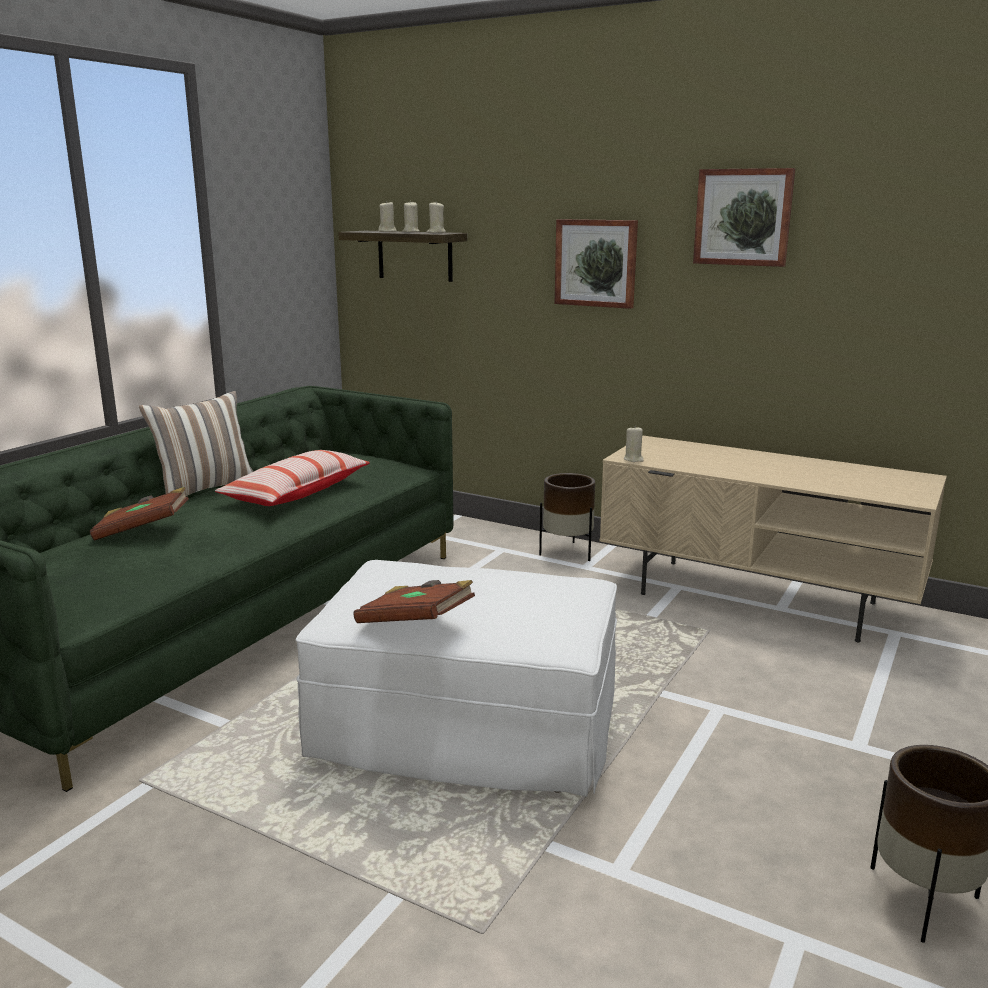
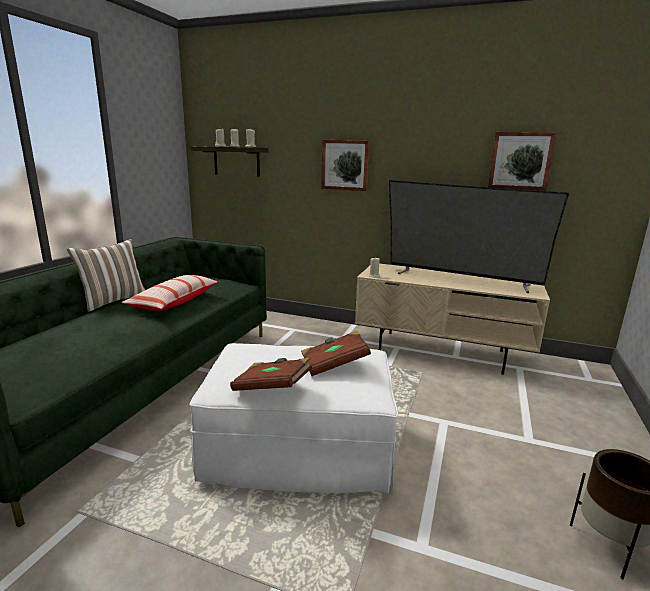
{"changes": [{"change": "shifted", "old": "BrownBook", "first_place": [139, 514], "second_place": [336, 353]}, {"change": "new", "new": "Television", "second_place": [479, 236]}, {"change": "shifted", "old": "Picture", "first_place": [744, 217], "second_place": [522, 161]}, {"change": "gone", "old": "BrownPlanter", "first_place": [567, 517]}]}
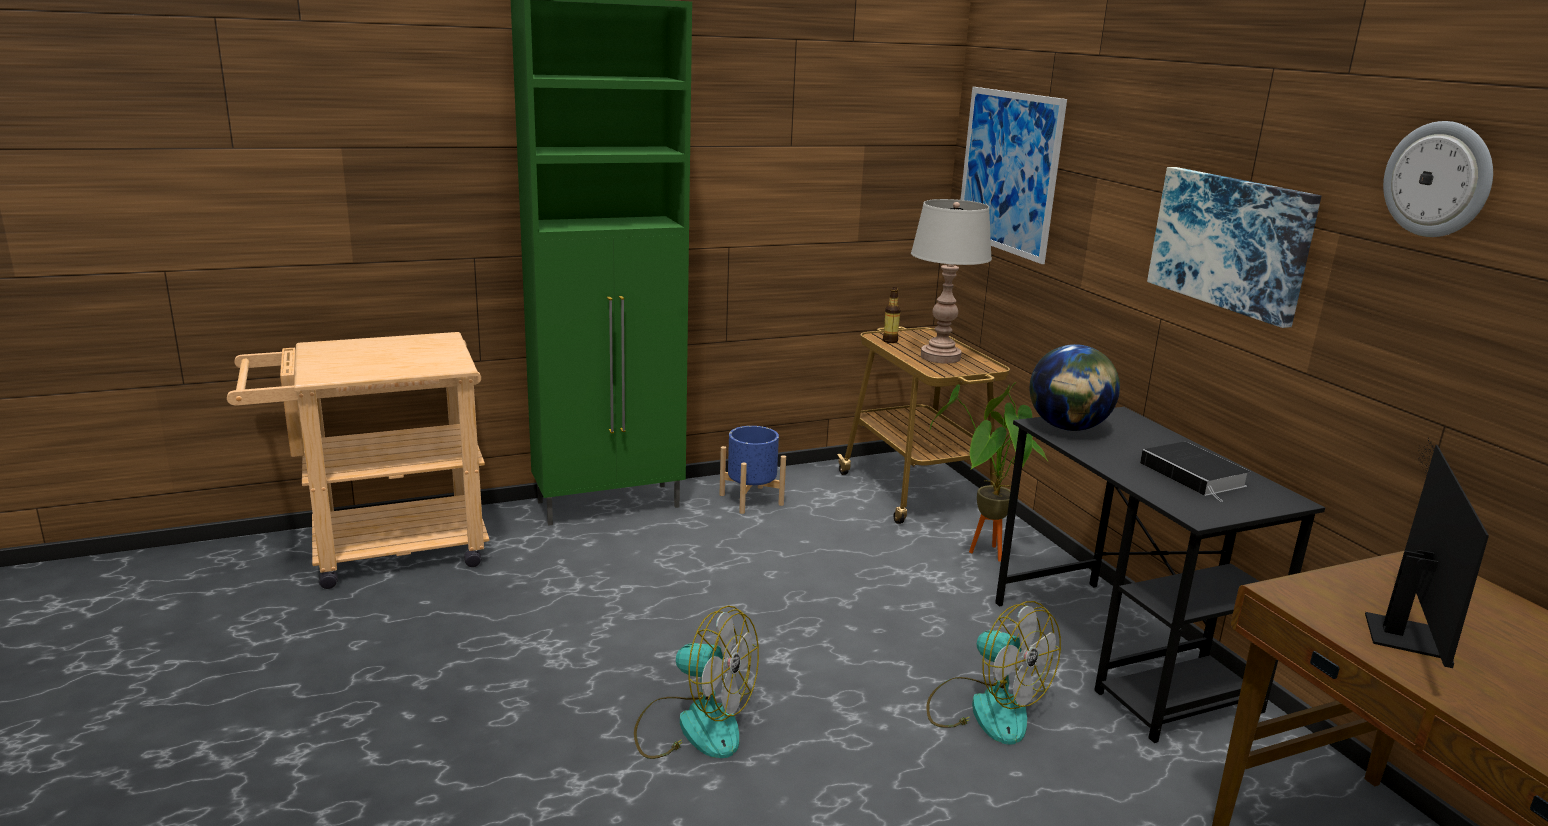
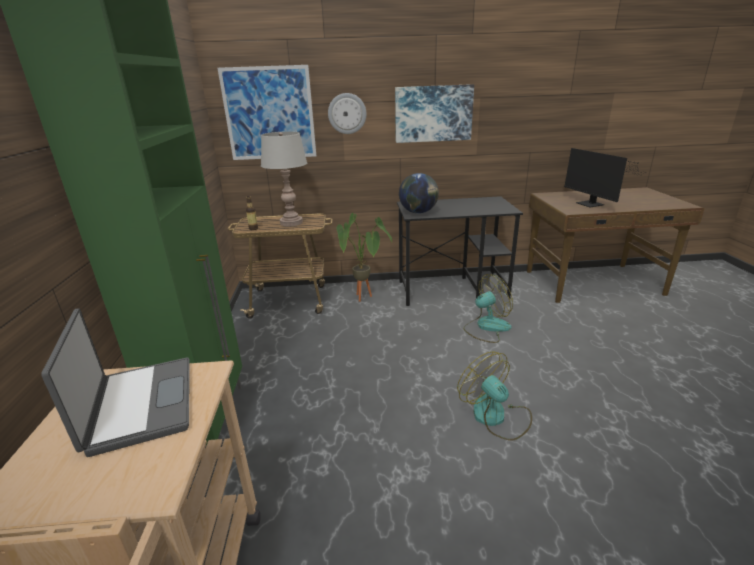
{"changes": [{"change": "new", "new": "Laptop", "second_place": [115, 382]}, {"change": "shifted", "old": "WallClock", "first_place": [1438, 179], "second_place": [347, 113]}, {"change": "rotated", "old": "Fan", "first_place": [696, 682], "second_place": [494, 396], "degrees": -75}, {"change": "rotated", "old": "Monitor", "first_place": [1427, 552], "second_place": [603, 177], "degrees": -150}, {"change": "gone", "old": "BluePlanter", "first_place": [752, 470]}, {"change": "gone", "old": "Book", "first_place": [1195, 472]}]}
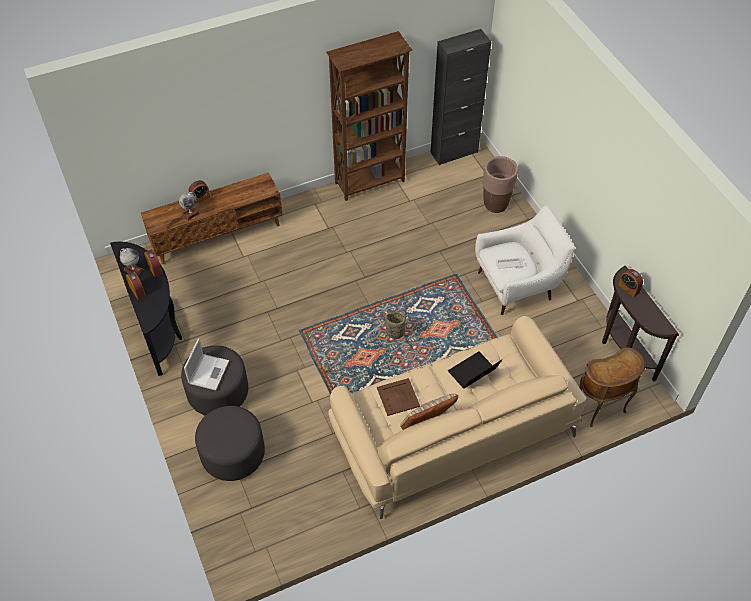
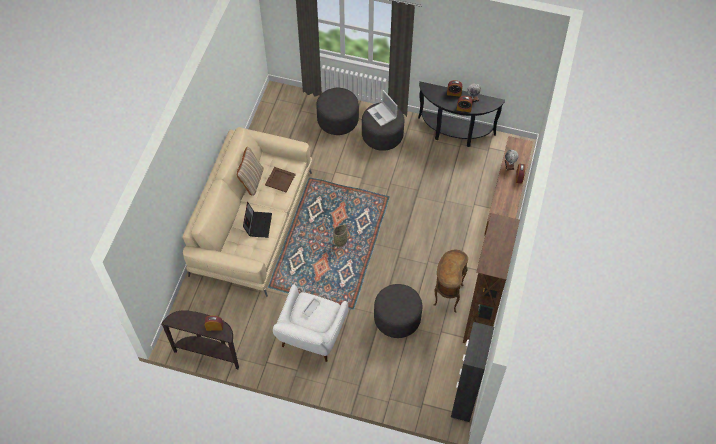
{"changes": [{"change": "new", "new": "GreyOttoman", "second_place": [398, 311]}, {"change": "shifted", "old": "BrownSideTable", "first_place": [612, 387], "second_place": [451, 281]}, {"change": "gone", "old": "BrownPlanter", "first_place": [500, 184]}]}
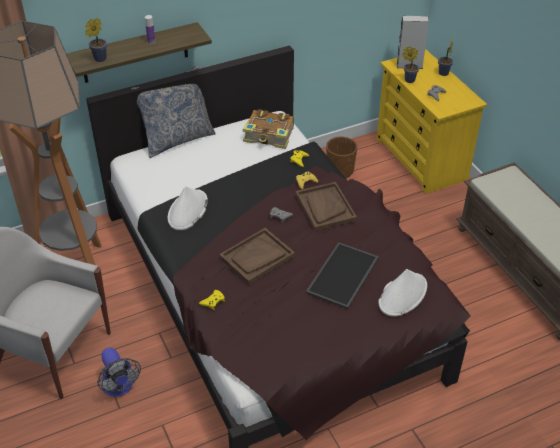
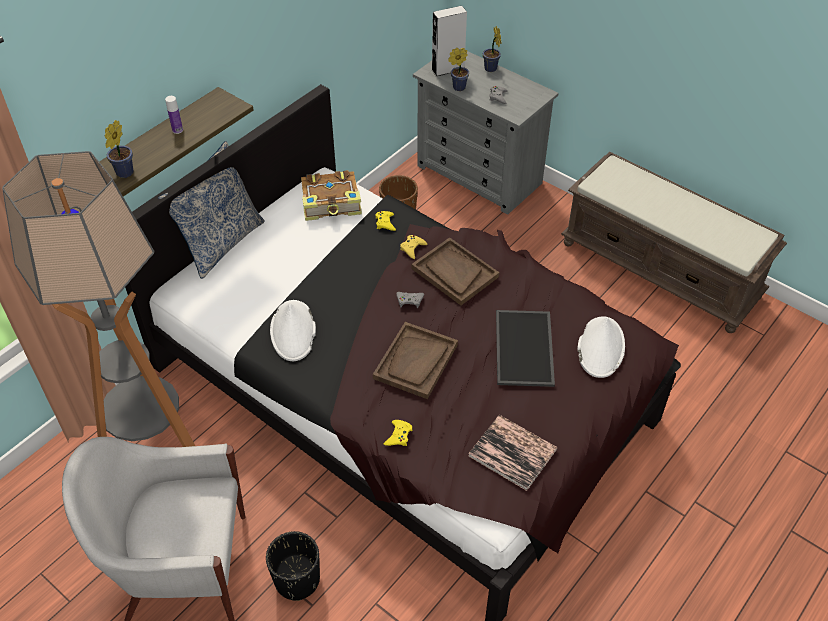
{"changes": [{"change": "swapped", "old": "Fan", "new": "BlackPlanter", "first_place": [119, 372], "second_place": [293, 566]}, {"change": "repainted", "old": "YellowDresser", "new": "GreyDresser", "first_place": [432, 122], "second_place": [486, 133]}, {"change": "new", "new": "Book", "second_place": [512, 453]}]}
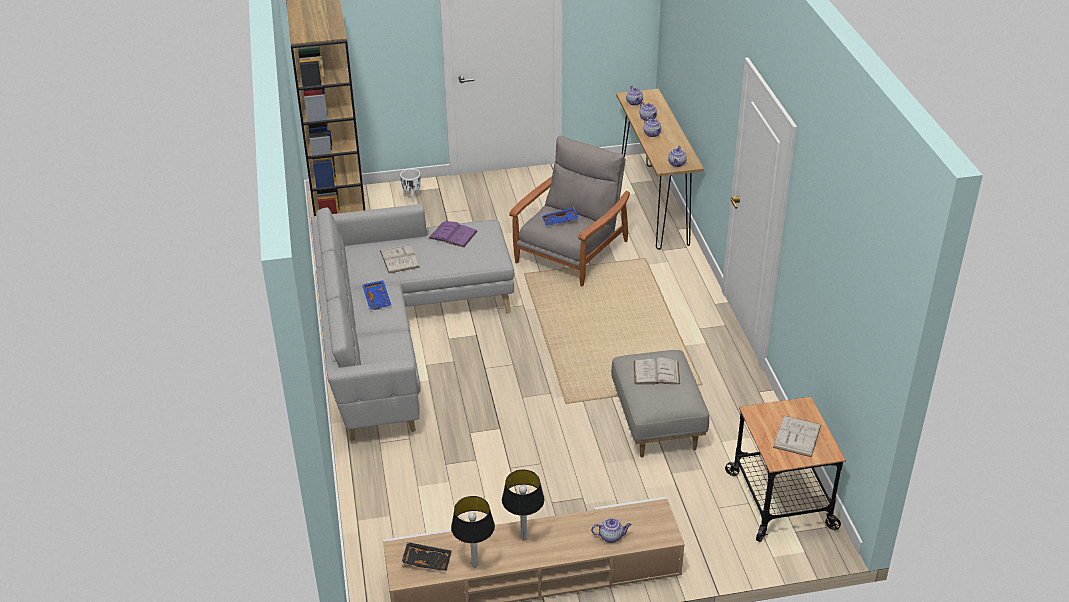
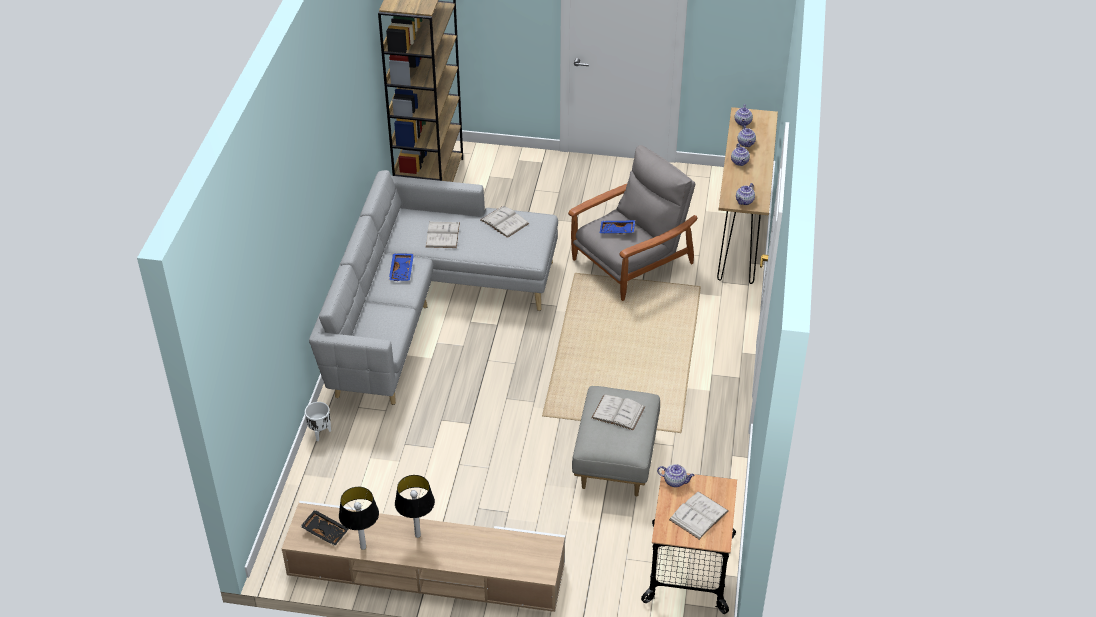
{"changes": [{"change": "shifted", "old": "WhitePlanter", "first_place": [410, 185], "second_place": [318, 421]}, {"change": "repainted", "old": "PurpleBook", "new": "WhiteBook", "first_place": [453, 234], "second_place": [505, 222]}, {"change": "shifted", "old": "Teapot", "first_place": [611, 530], "second_place": [675, 475]}]}
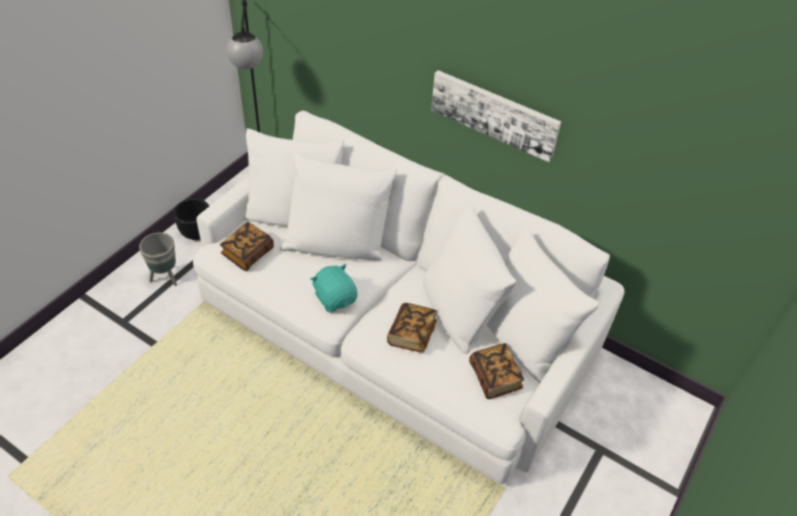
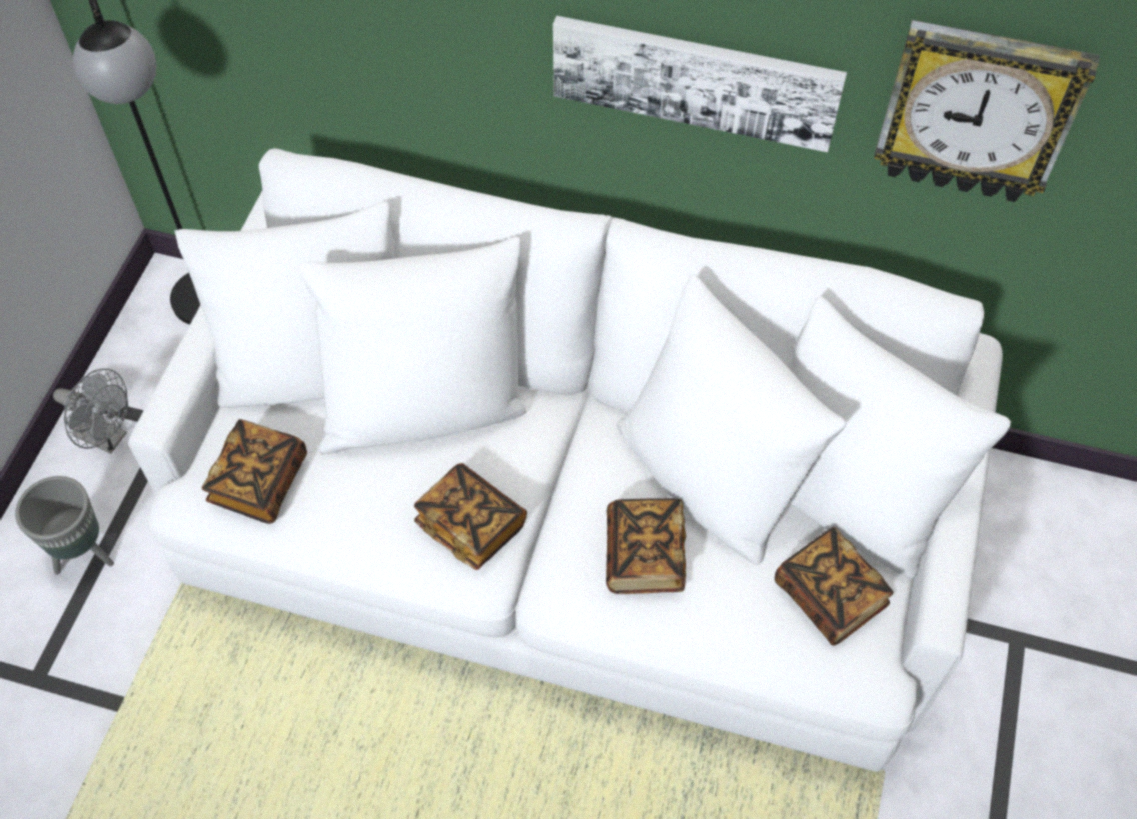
{"changes": [{"change": "swapped", "old": "BlackPlanter", "new": "GreyFan", "first_place": [191, 219], "second_place": [90, 411]}, {"change": "swapped", "old": "TurquoisePlushToy", "new": "Book", "first_place": [334, 288], "second_place": [470, 516]}, {"change": "new", "new": "WallClock", "second_place": [987, 111]}]}
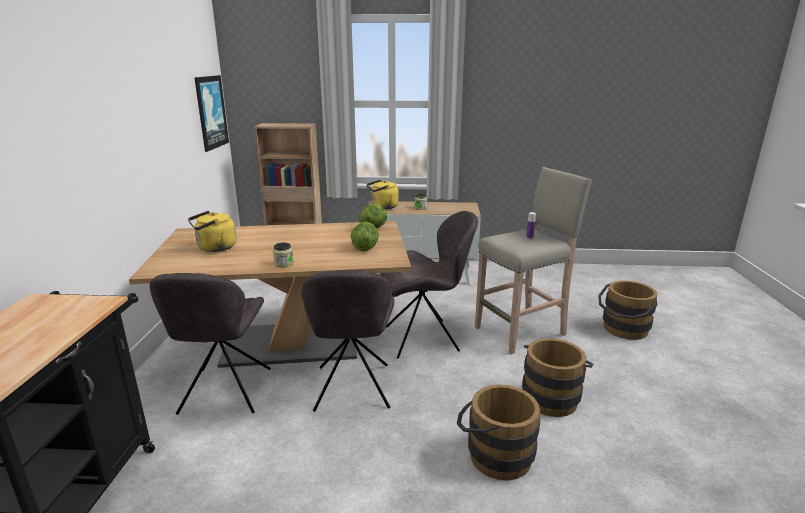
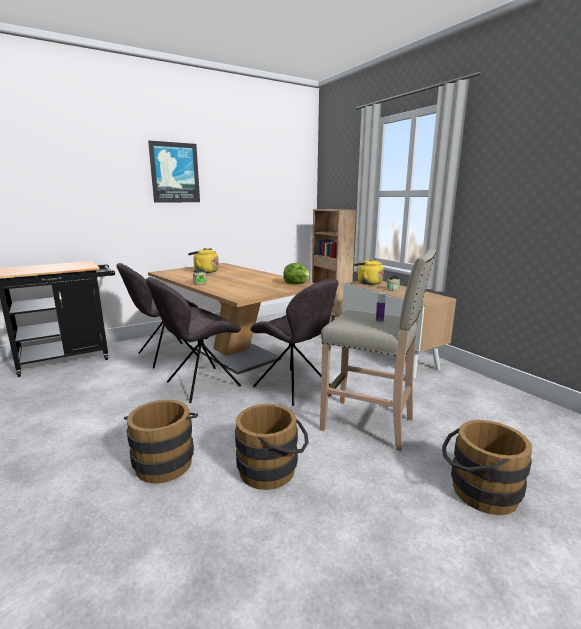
{"changes": [{"change": "shifted", "old": "Picture", "first_place": [211, 113], "second_place": [174, 171]}, {"change": "gone", "old": "Lettuce", "first_place": [365, 237]}]}
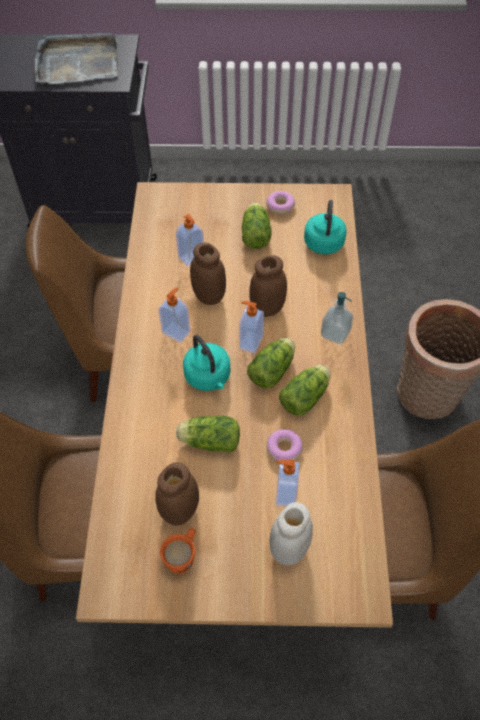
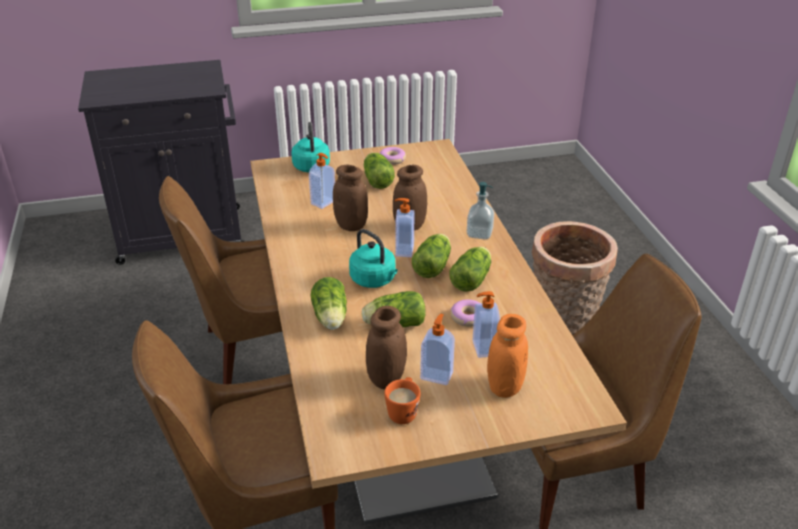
{"changes": [{"change": "shifted", "old": "TurquoiseKettle", "first_place": [325, 227], "second_place": [310, 147]}, {"change": "new", "new": "Lettuce", "second_place": [329, 303]}, {"change": "shifted", "old": "SoapDispenser", "first_place": [175, 315], "second_place": [437, 349]}, {"change": "repainted", "old": "WhiteJar", "new": "OrangeJar", "first_place": [291, 533], "second_place": [507, 356]}, {"change": "gone", "old": "GreyTray", "first_place": [76, 58]}]}
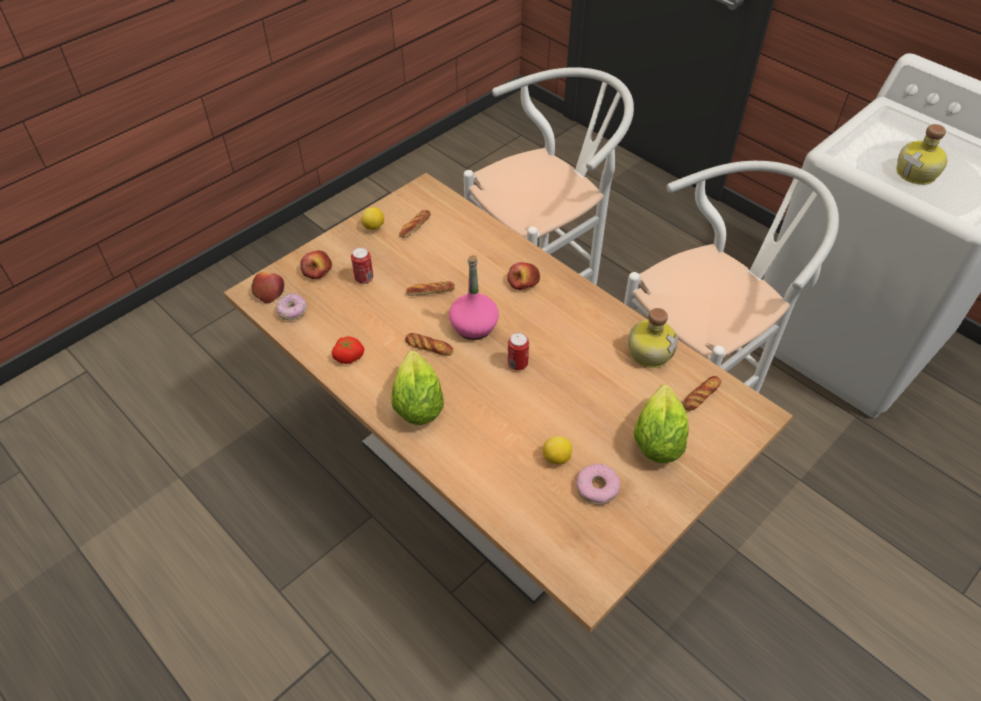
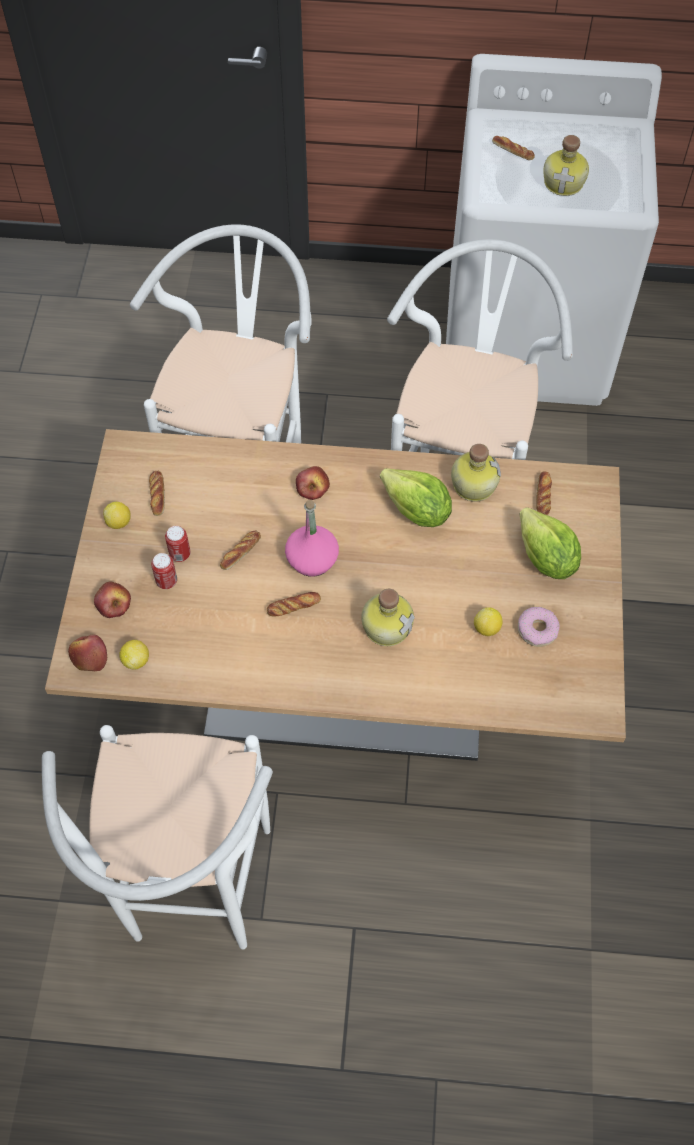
{"changes": [{"change": "new", "new": "WhiteStool", "second_place": [157, 837]}, {"change": "swapped", "old": "Donut", "new": "Lemon", "first_place": [291, 306], "second_place": [134, 654]}, {"change": "shifted", "old": "Can", "first_place": [518, 352], "second_place": [178, 544]}, {"change": "new", "new": "Bottle", "second_place": [388, 617]}, {"change": "shifted", "old": "Lettuce", "first_place": [417, 388], "second_place": [416, 497]}, {"change": "new", "new": "Bread", "second_place": [513, 148]}, {"change": "gone", "old": "Tomato", "first_place": [348, 350]}]}
